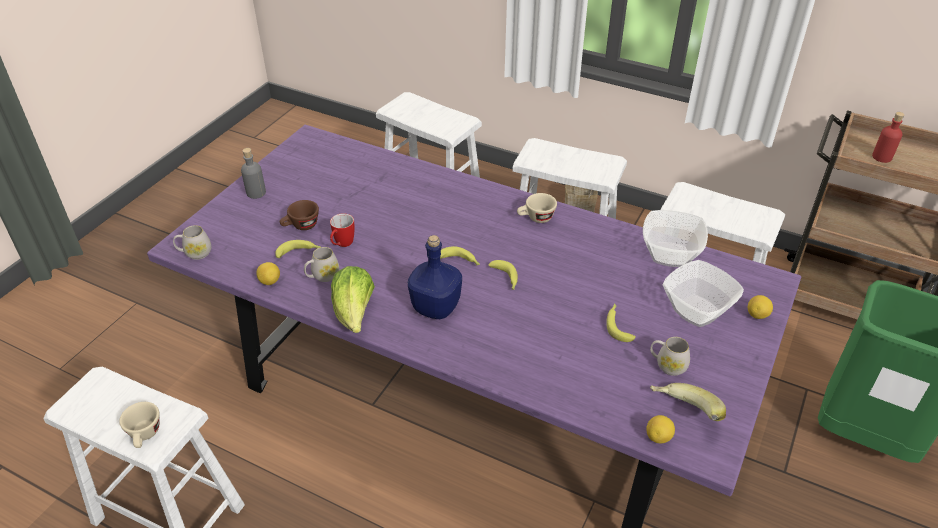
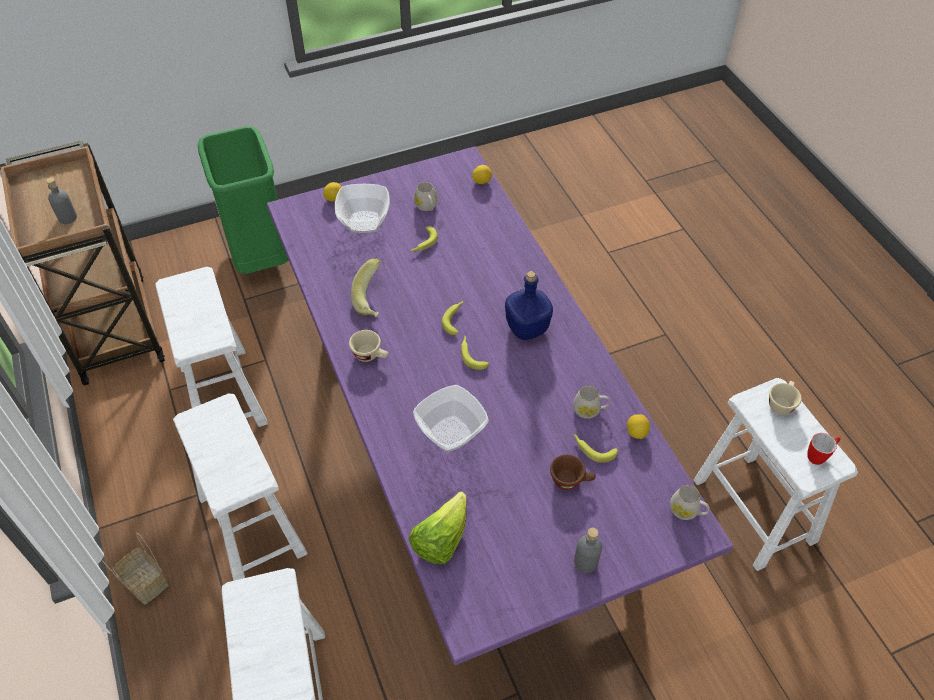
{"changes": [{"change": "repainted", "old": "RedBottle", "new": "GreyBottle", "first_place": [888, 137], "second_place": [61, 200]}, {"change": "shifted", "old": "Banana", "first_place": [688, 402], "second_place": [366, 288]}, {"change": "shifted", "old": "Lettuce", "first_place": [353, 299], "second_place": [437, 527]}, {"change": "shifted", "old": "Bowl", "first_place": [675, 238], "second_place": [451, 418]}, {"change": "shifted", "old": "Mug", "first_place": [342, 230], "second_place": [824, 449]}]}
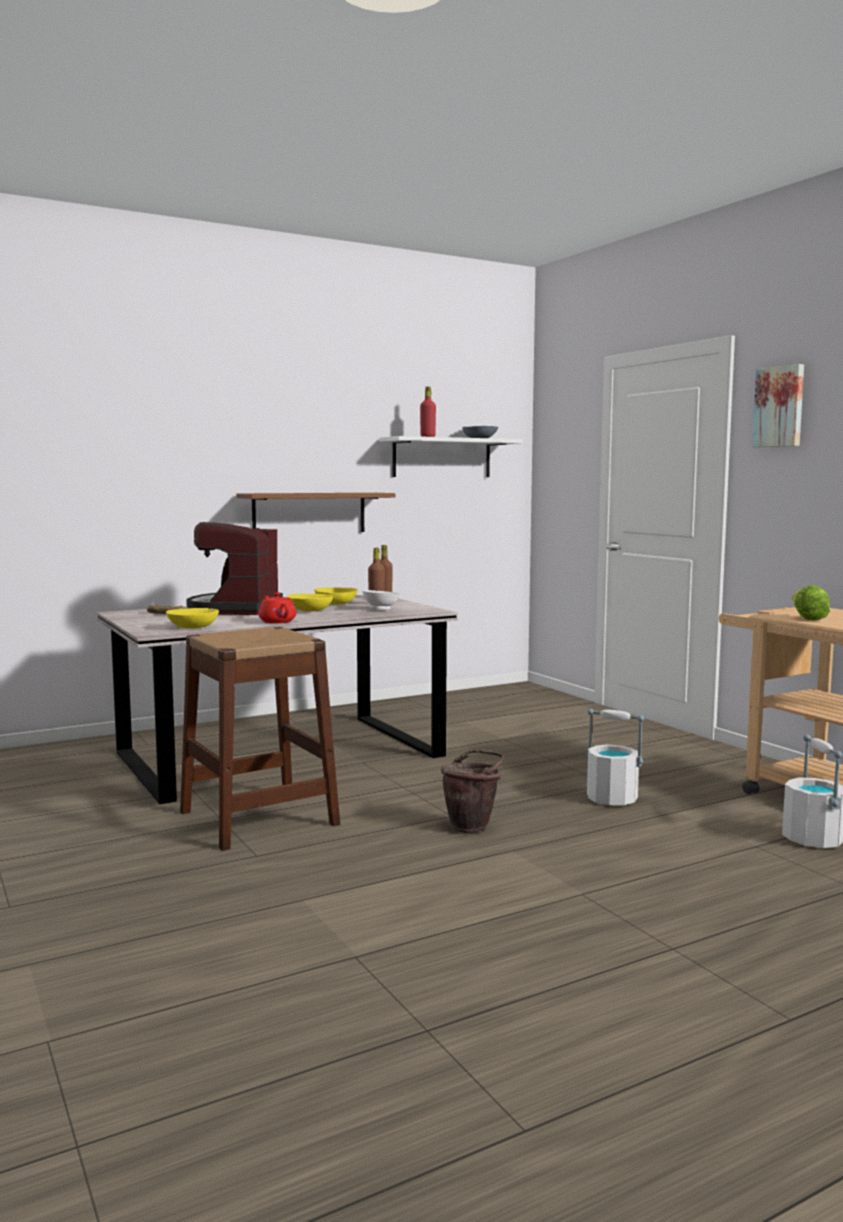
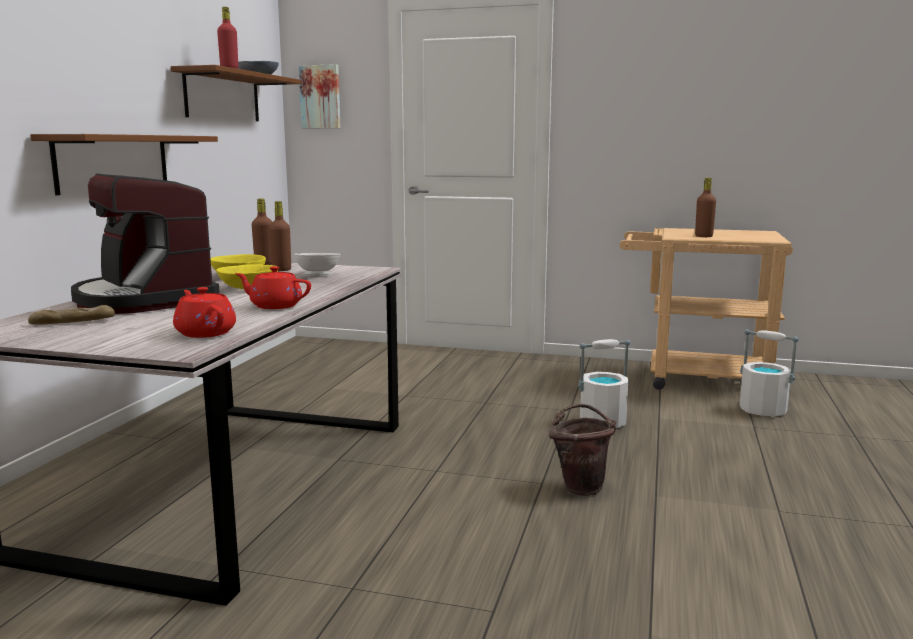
{"changes": [{"change": "repainted", "old": "WhiteShelf", "new": "BrownShelf", "first_place": [451, 456], "second_place": [236, 93]}, {"change": "swapped", "old": "YellowBowl", "new": "RedTeapot", "first_place": [192, 618], "second_place": [204, 312]}, {"change": "shifted", "old": "Picture", "first_place": [778, 405], "second_place": [320, 96]}, {"change": "swapped", "old": "Lettuce", "new": "BrownBottle", "first_place": [811, 602], "second_place": [705, 207]}, {"change": "gone", "old": "BrownStool", "first_place": [260, 739]}]}
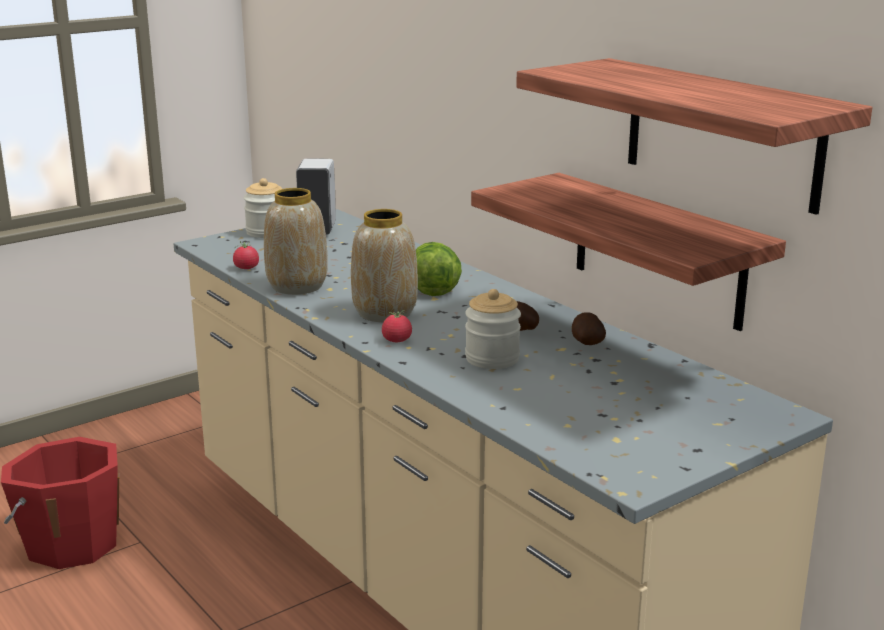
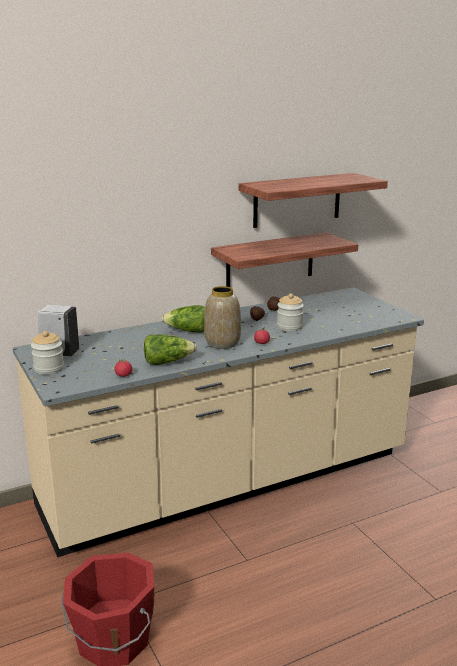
{"changes": [{"change": "swapped", "old": "Vase", "new": "Lettuce", "first_place": [296, 241], "second_place": [170, 349]}]}
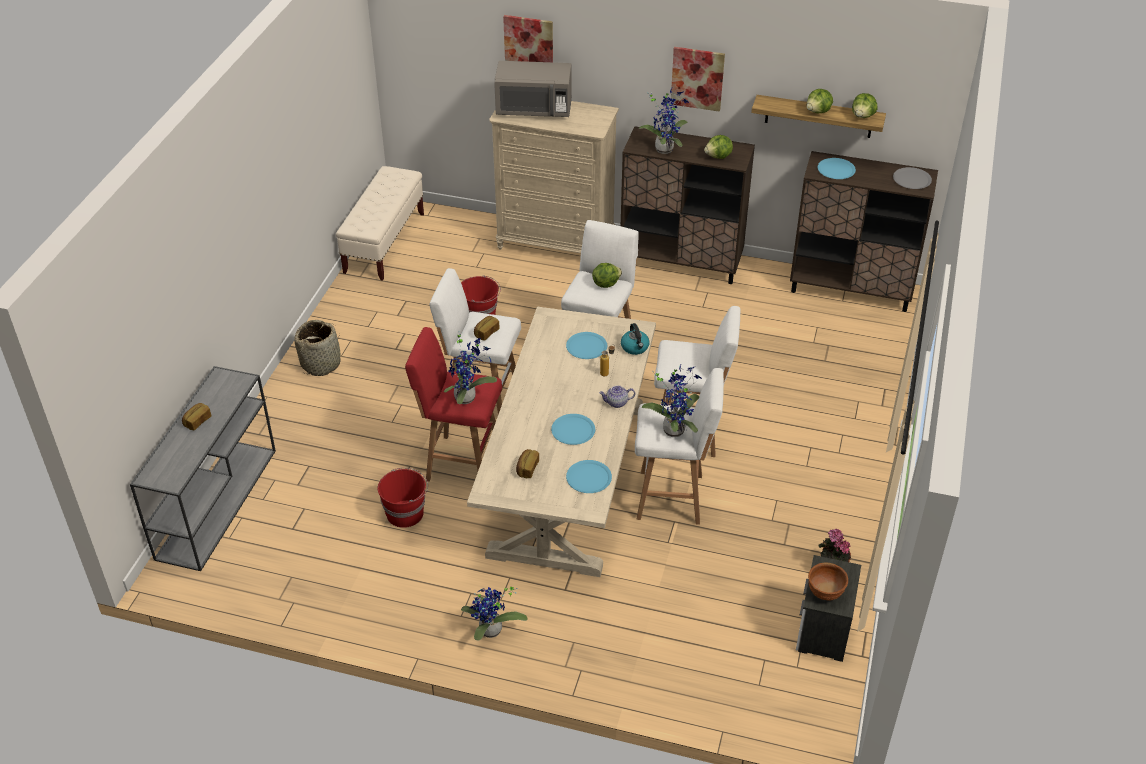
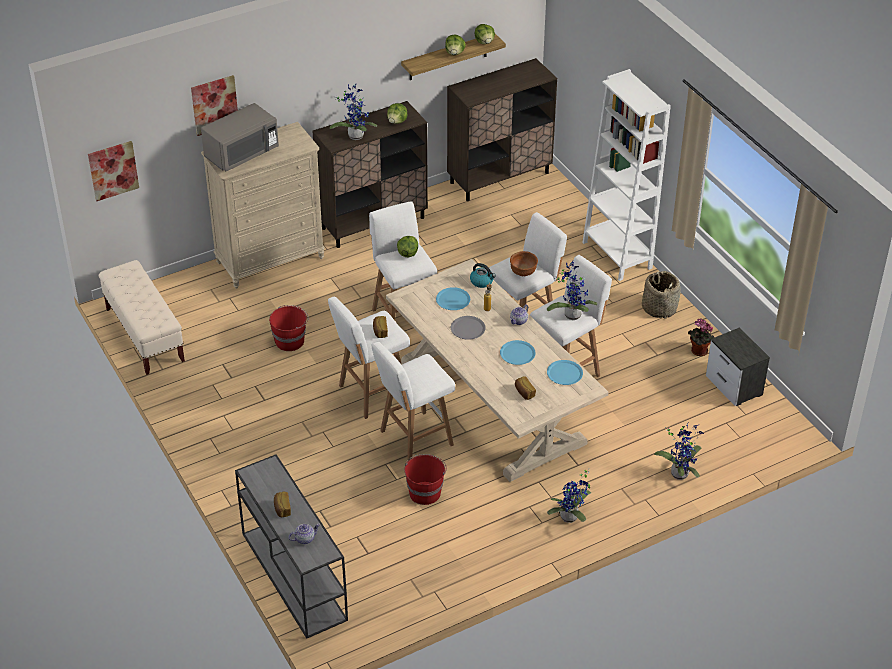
{"changes": [{"change": "shifted", "old": "Picture", "first_place": [698, 79], "second_place": [113, 171]}, {"change": "new", "new": "Teapot", "second_place": [304, 533]}, {"change": "repainted", "old": "RedStool", "new": "WhiteStool", "first_place": [453, 404], "second_place": [413, 402]}, {"change": "shifted", "old": "GreyPlate", "first_place": [912, 178], "second_place": [468, 328]}, {"change": "shifted", "old": "BrownBowl", "first_place": [828, 582], "second_place": [524, 263]}, {"change": "new", "new": "WhiteBookcase", "second_place": [626, 175]}, {"change": "shifted", "old": "Basket", "first_place": [317, 348], "second_place": [661, 294]}, {"change": "shifted", "old": "PottedPlant", "first_place": [470, 367], "second_place": [679, 452]}, {"change": "gone", "old": "BluePlate", "first_place": [837, 168]}]}
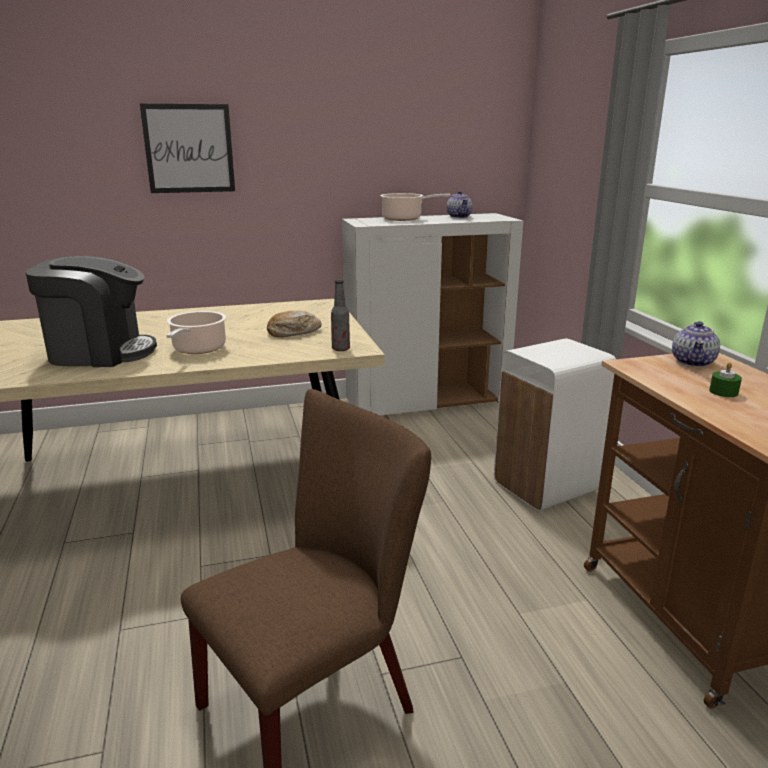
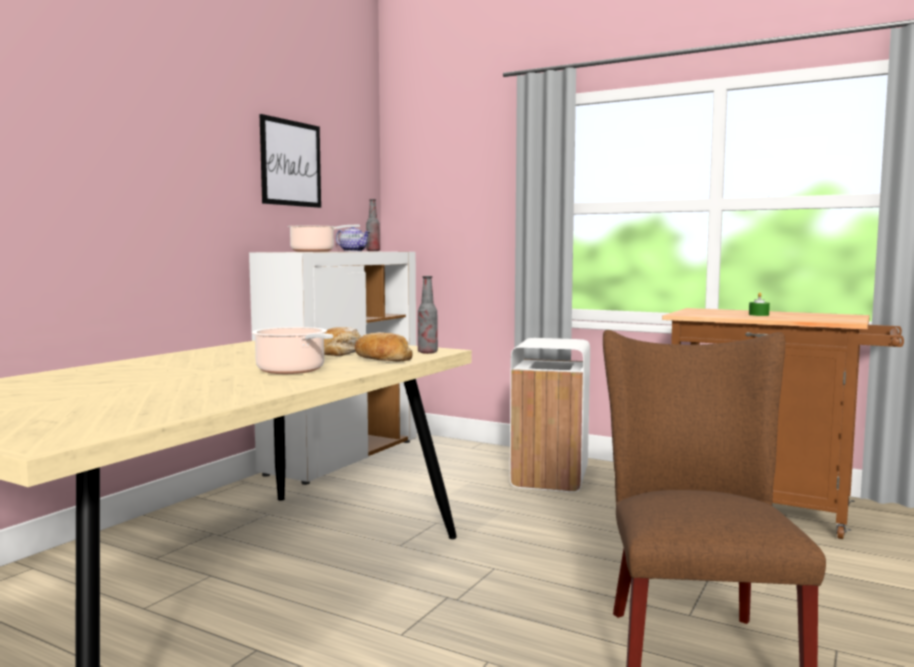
{"changes": [{"change": "shifted", "old": "Picture", "first_place": [187, 148], "second_place": [290, 161]}, {"change": "new", "new": "Bread", "second_place": [384, 346]}, {"change": "new", "new": "Bottle", "second_place": [373, 225]}, {"change": "gone", "old": "CoffeeMachine", "first_place": [91, 311]}, {"change": "gone", "old": "Teapot", "first_place": [696, 344]}]}
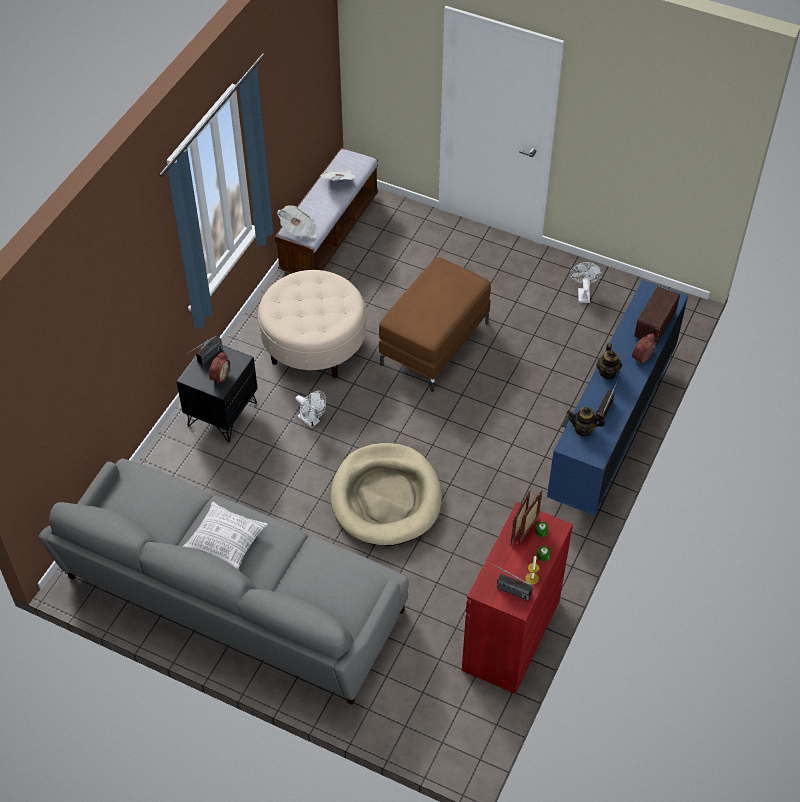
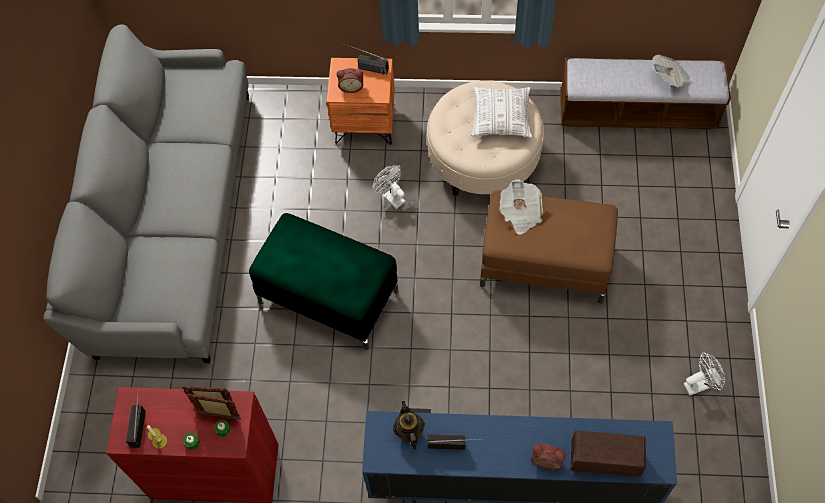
{"changes": [{"change": "swapped", "old": "BeigeDogBed", "new": "GreenOttoman", "first_place": [386, 494], "second_place": [324, 281]}, {"change": "repainted", "old": "BlackNightstand", "new": "OrangeNightstand", "first_place": [217, 391], "second_place": [361, 101]}, {"change": "rotated", "old": "WhiteFan", "first_place": [311, 409], "second_place": [389, 187], "degrees": 120}, {"change": "shifted", "old": "Pillow", "first_place": [225, 535], "second_place": [501, 112]}, {"change": "shifted", "old": "Newspaper", "first_place": [296, 221], "second_place": [521, 207]}, {"change": "gone", "old": "Teapot", "first_place": [609, 361]}]}
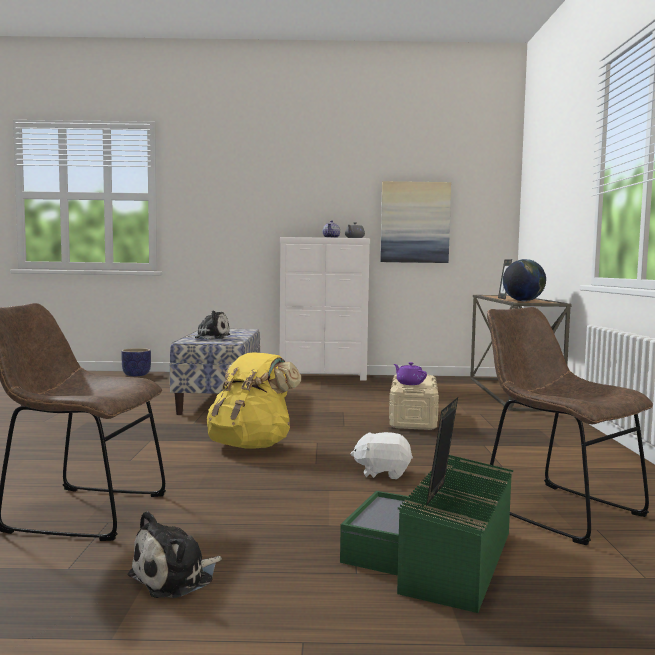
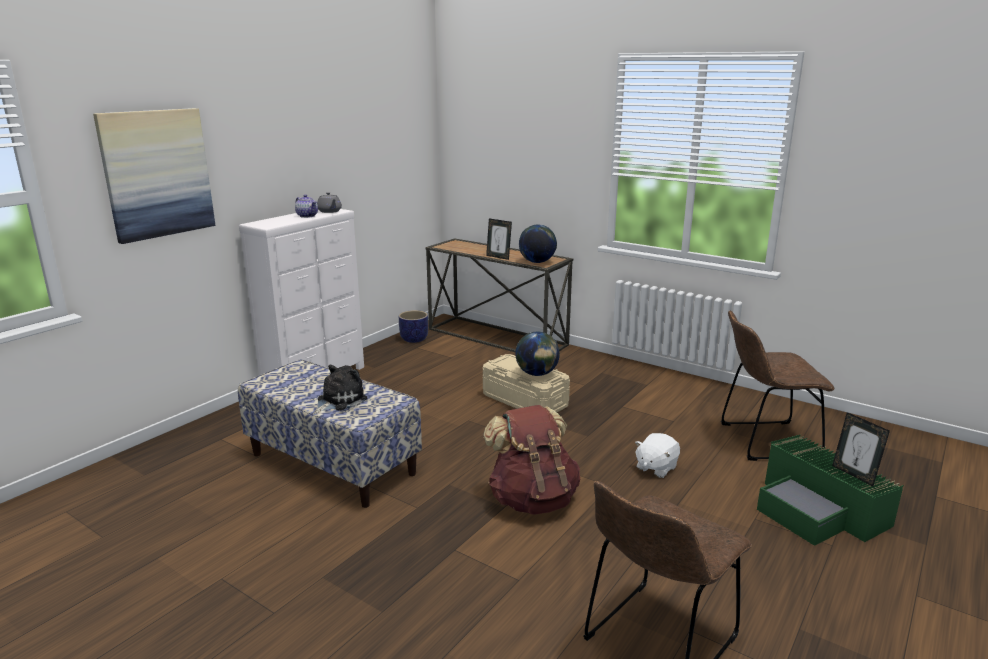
{"changes": [{"change": "shifted", "old": "Picture", "first_place": [415, 222], "second_place": [154, 176]}, {"change": "shifted", "old": "Planter", "first_place": [136, 362], "second_place": [413, 326]}, {"change": "repainted", "old": "YellowBackpack", "new": "BrownBackpack", "first_place": [254, 400], "second_place": [531, 460]}, {"change": "swapped", "old": "PurpleTeapot", "new": "Globe", "first_place": [410, 373], "second_place": [537, 354]}, {"change": "gone", "old": "PlushToy", "first_place": [174, 554]}]}
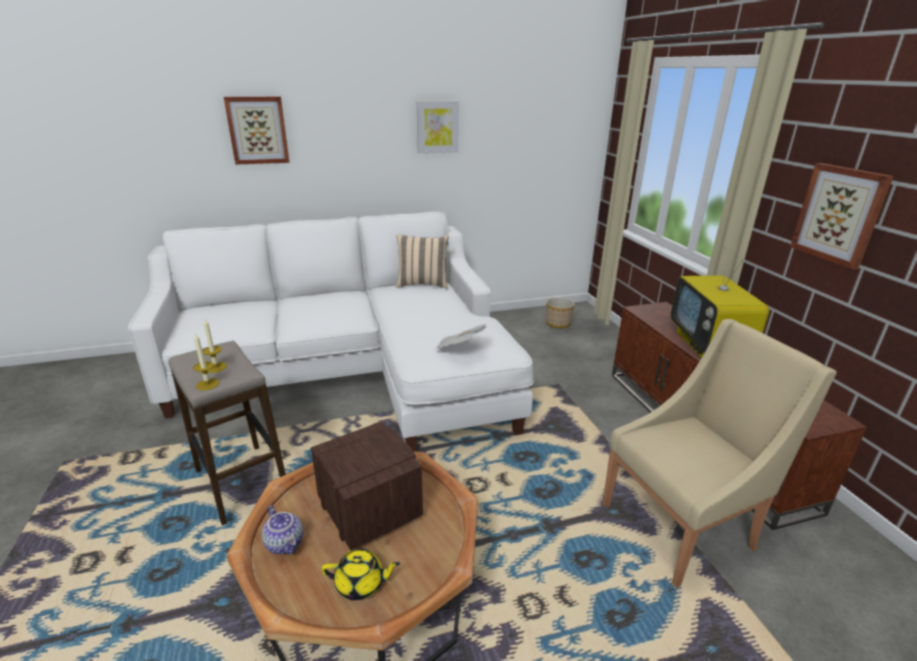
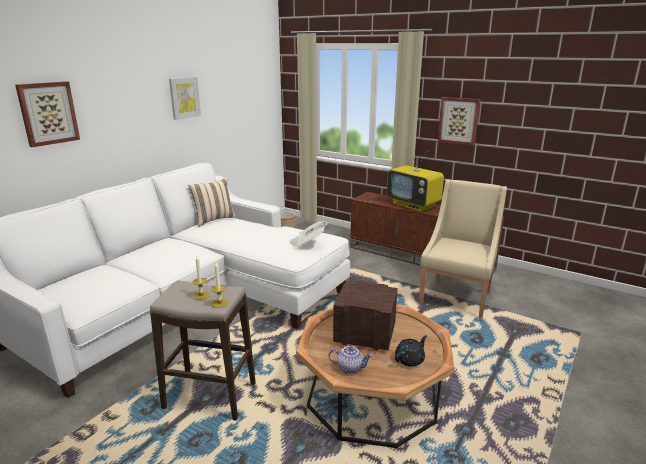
{"changes": [{"change": "repainted", "old": "YellowTeapot", "new": "BlackTeapot", "first_place": [360, 574], "second_place": [411, 351]}]}
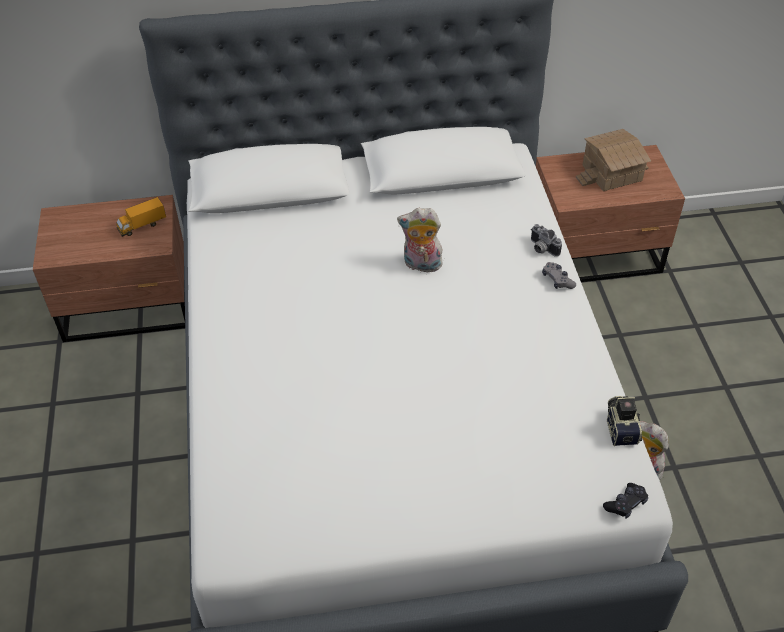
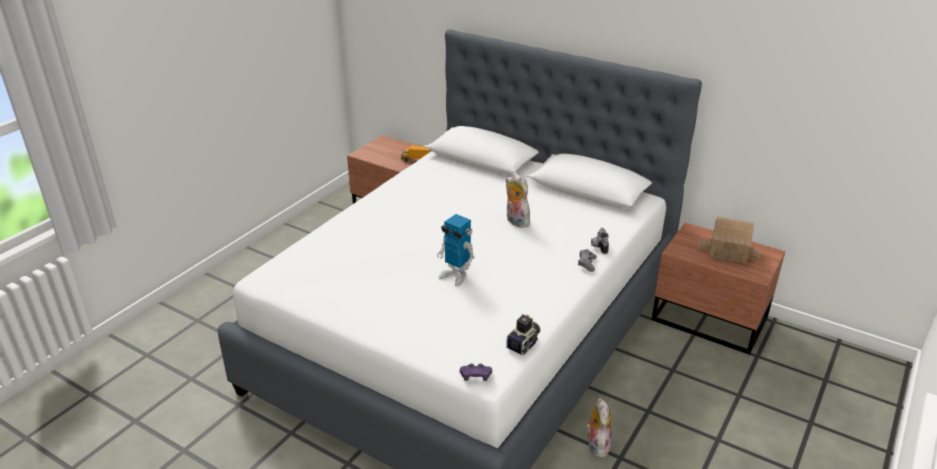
{"changes": [{"change": "new", "new": "ToyRobot", "second_place": [456, 250]}, {"change": "repainted", "old": "BlackGameController", "new": "PurpleGameController", "first_place": [625, 501], "second_place": [476, 372]}]}
